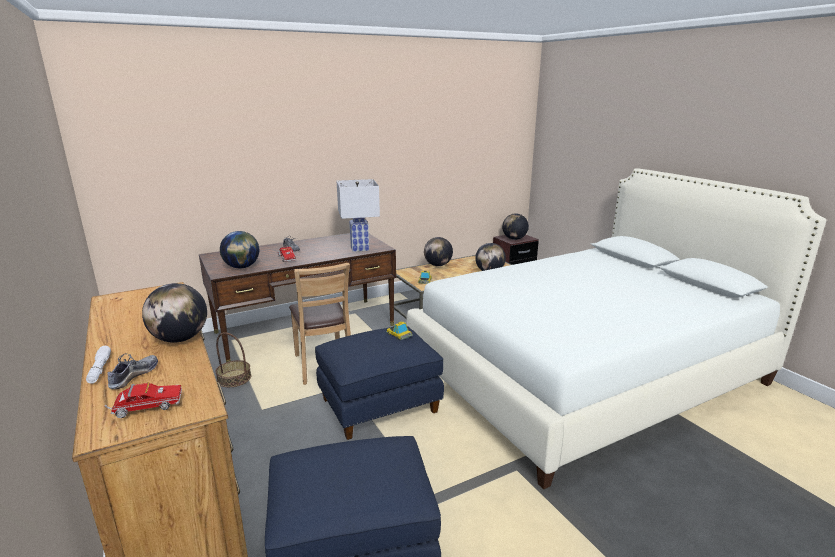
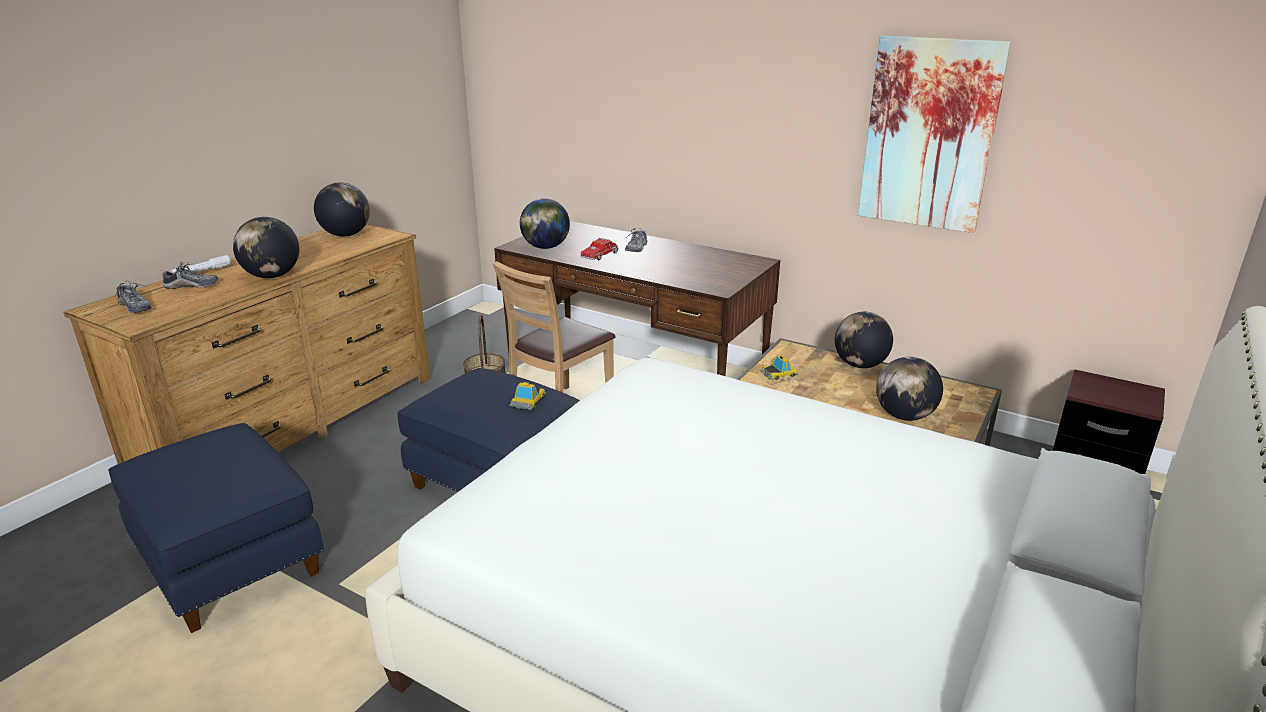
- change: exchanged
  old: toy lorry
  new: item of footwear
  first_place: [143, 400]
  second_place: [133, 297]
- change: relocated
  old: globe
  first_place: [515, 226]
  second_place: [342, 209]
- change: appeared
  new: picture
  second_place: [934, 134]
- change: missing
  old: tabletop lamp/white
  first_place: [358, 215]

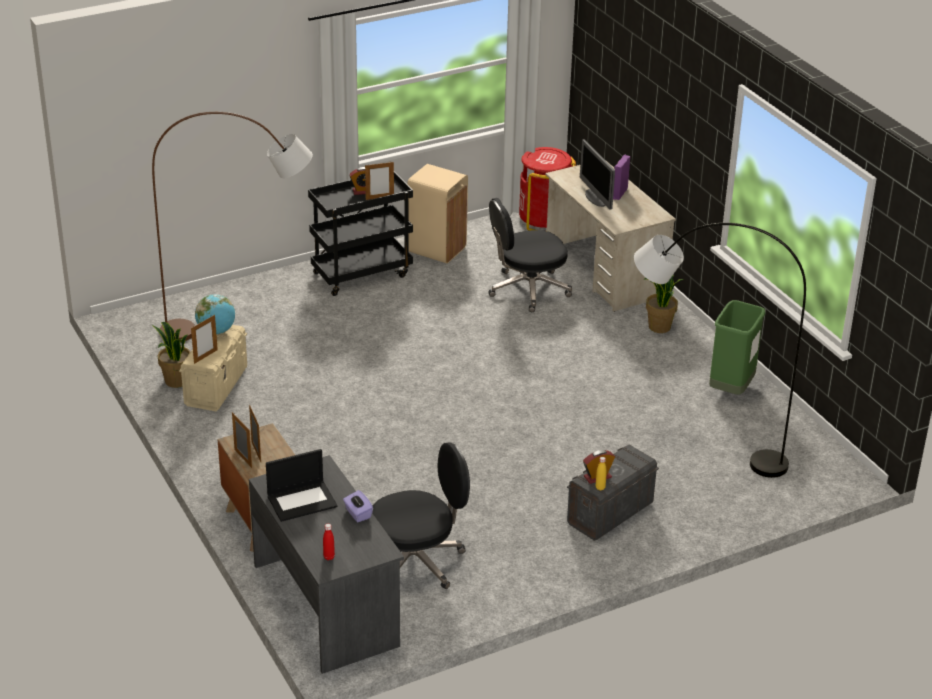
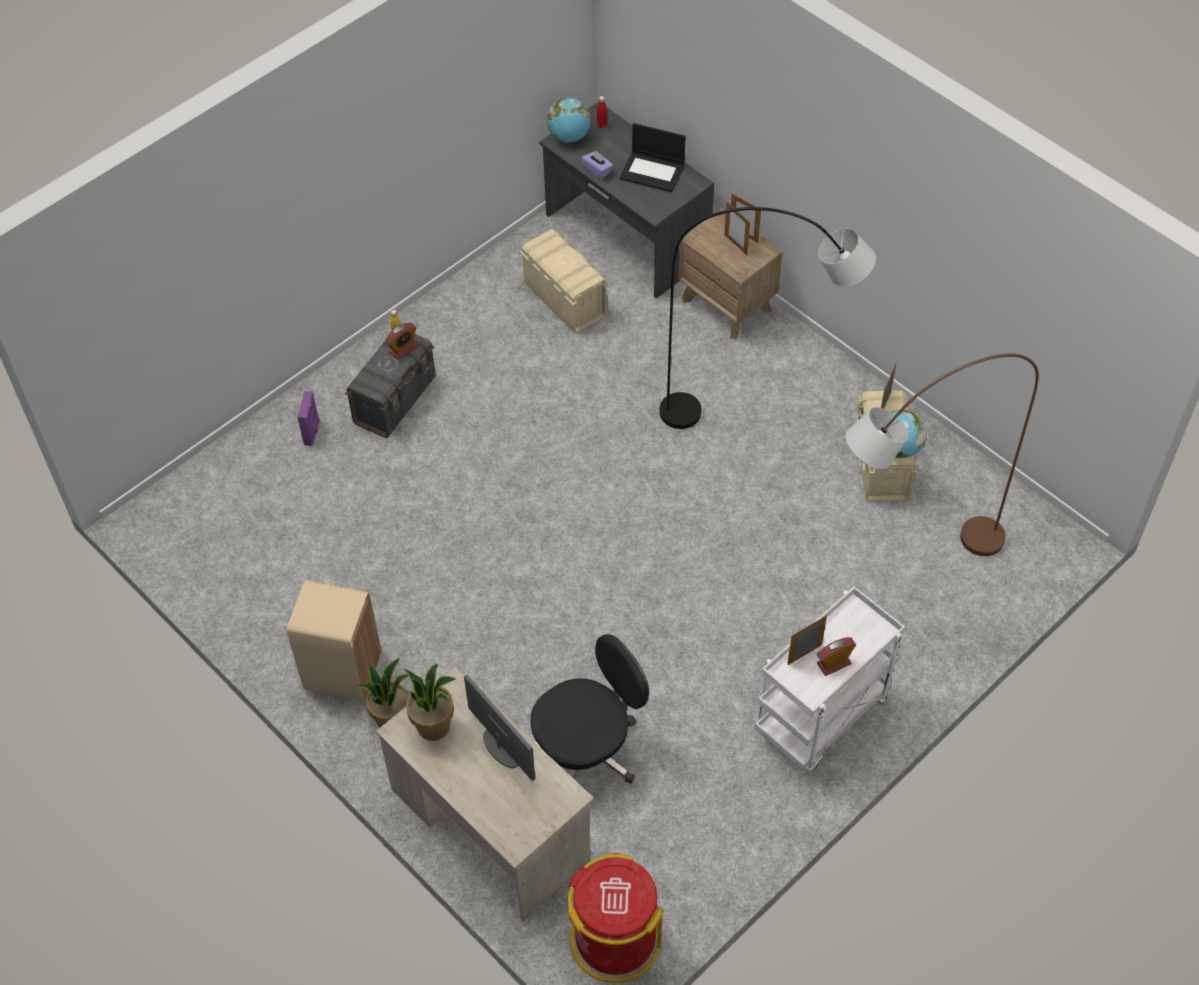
- change: relocated
  old: rubbish bin/sand-coloured
  first_place: [437, 213]
  second_place: [334, 640]
- change: relocated
  old: loudspeaker/purple
  first_place: [621, 177]
  second_place: [308, 418]
- change: relocated
  old: plant in a pot
  first_place: [171, 355]
  second_place: [430, 702]
- change: exchanged
  old: computer chair/blackish
  new: storage container/sand-coloured
  first_place: [421, 515]
  second_place: [564, 281]
- change: appeared
  new: globe
  second_place: [569, 120]
- change: spun
  old: notebook computer
  first_place: [301, 485]
  second_place: [652, 157]
  degrees: -120
- change: relocated
  old: standard lamp/greyish
  first_place: [720, 350]
  second_place: [768, 318]
- change: colour
  old: trolley/blackish
  new: trolley/white
  first_place: [360, 233]
  second_place: [830, 679]
- change: missing
  old: rubbish bin/green
  first_place: [737, 347]

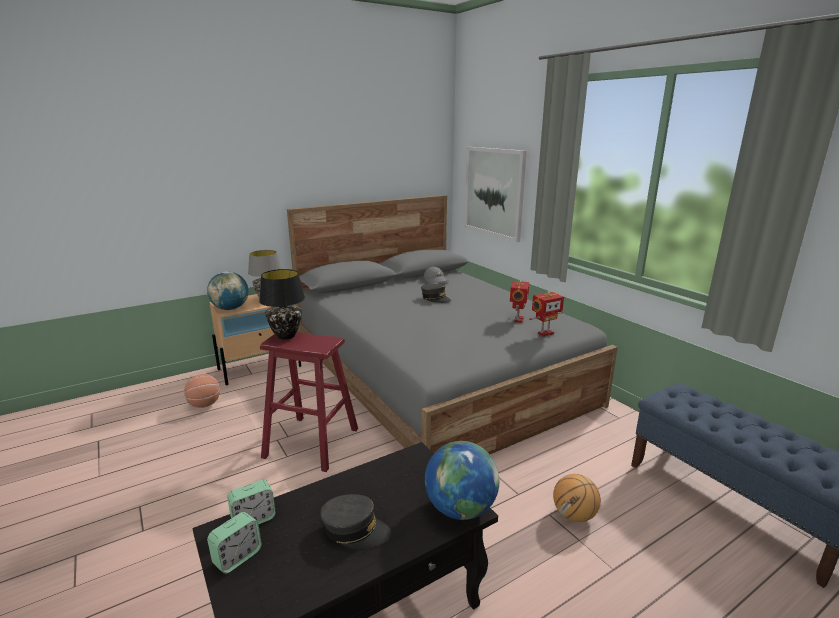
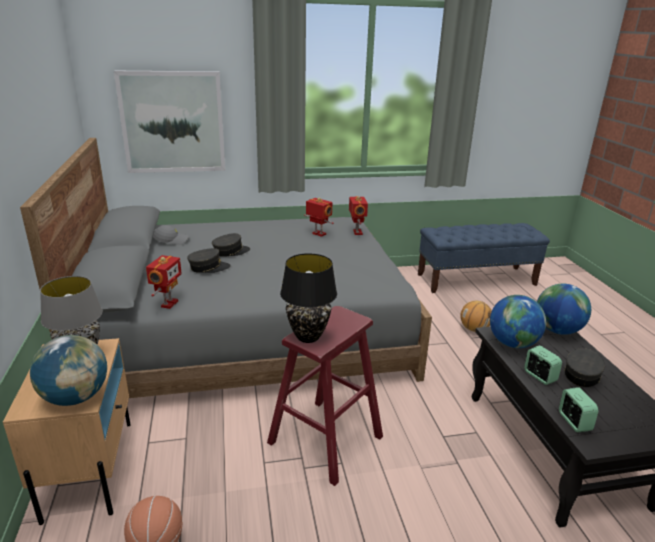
- change: appeared
  new: toy robot
  second_place: [164, 282]
- change: appeared
  new: baseball cap/greyish
  second_place: [208, 260]
- change: appeared
  new: globe
  second_place: [518, 321]
- change: relocated
  old: alarm clock
  first_place: [234, 543]
  second_place: [543, 365]

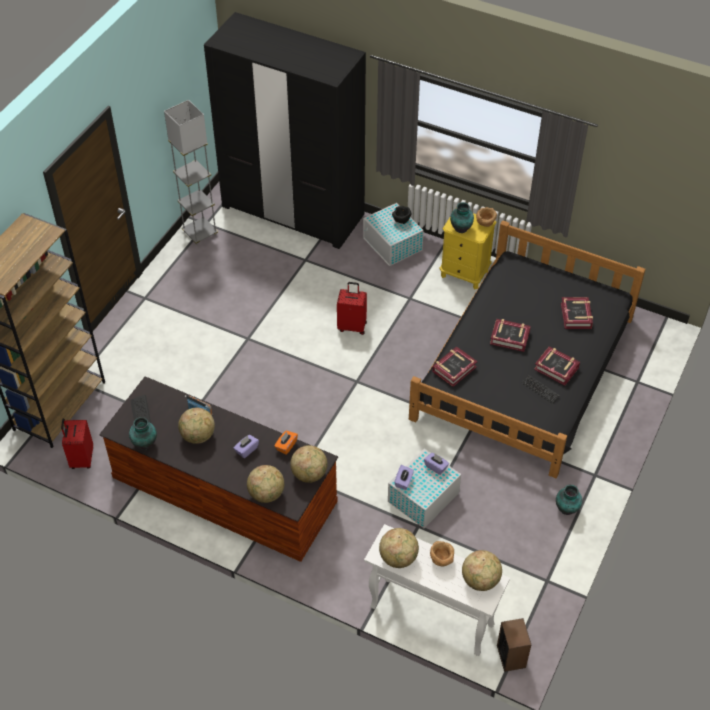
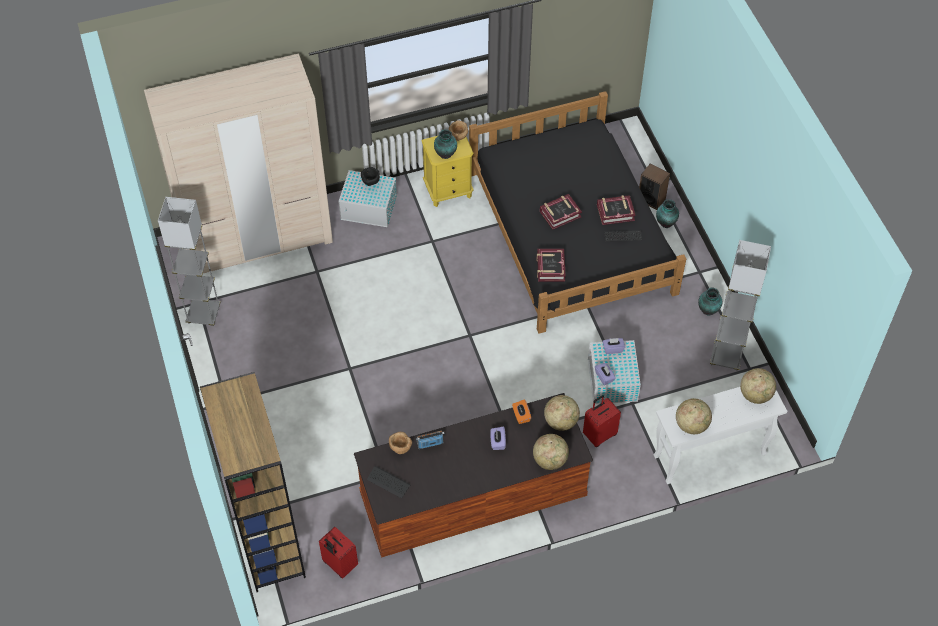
- change: colour
  old: clothes cupboard/blackish
  new: clothes cupboard/sand-coloured
  first_place: [285, 130]
  second_place: [238, 163]
- change: relocated
  old: bowl/brown-coloured
  first_place: [442, 553]
  second_place: [400, 443]
- change: relocated
  old: travel case/reddish
  first_place: [352, 308]
  second_place: [602, 421]
- change: relocated
  old: loudspeaker
  first_place: [514, 645]
  second_place: [654, 186]
- change: relocated
  old: flower vase
  first_place: [143, 433]
  second_place: [667, 213]
- change: appeared
  new: standard lamp/greyish
  second_place: [740, 305]
- change: missing
  old: globe
  first_place: [196, 425]
- change: missing
  old: volume
  first_place: [577, 313]

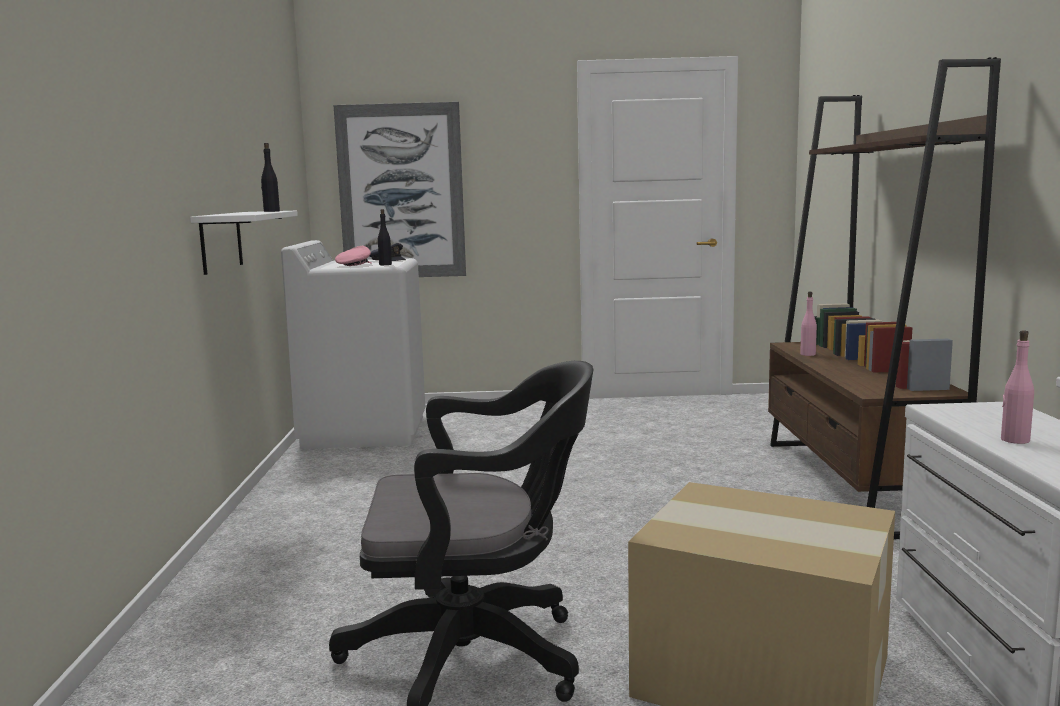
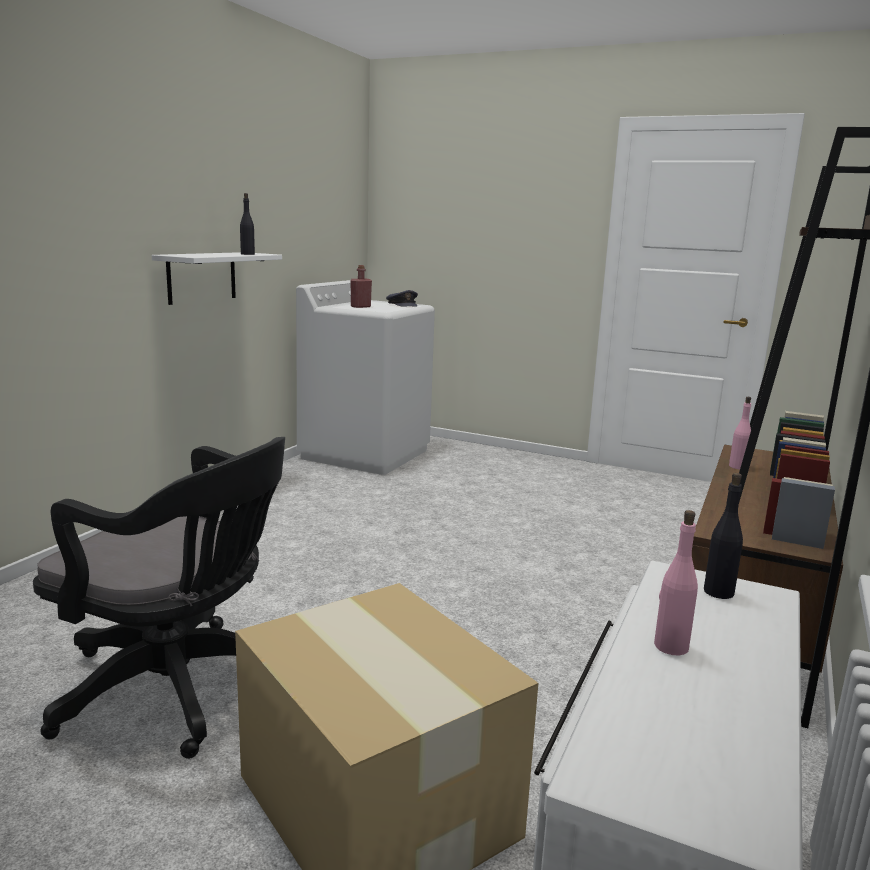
- change: exchanged
  old: baseball cap/pinkish
  new: bottle/reddish
  first_place: [353, 256]
  second_place: [361, 286]
- change: relocated
  old: bottle/blackish
  first_place: [385, 237]
  second_place: [723, 536]
- change: missing
  old: picture
  first_place: [399, 189]

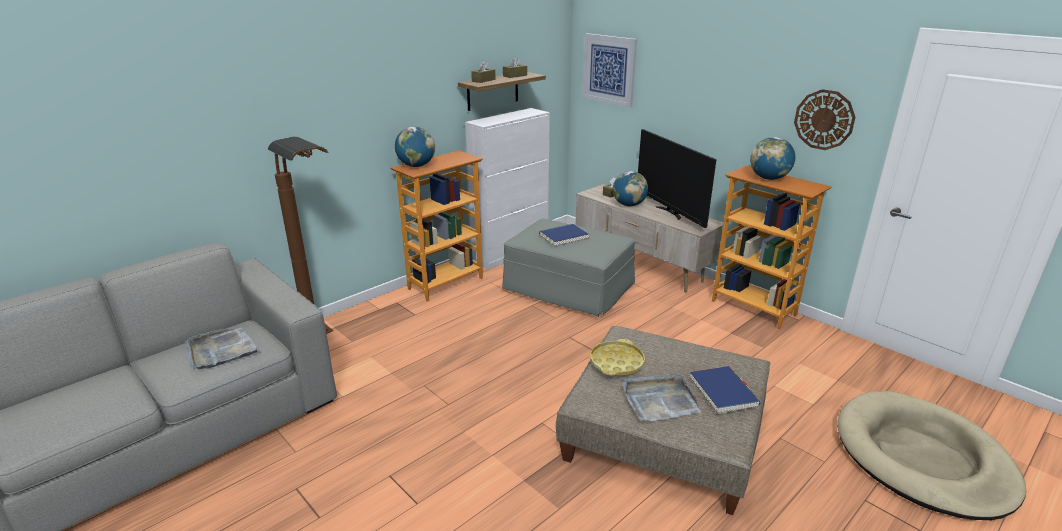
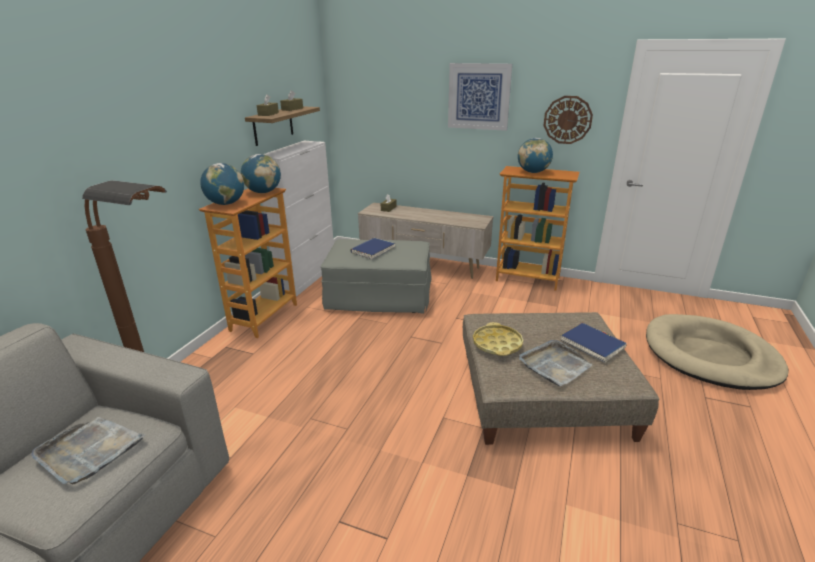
- change: relocated
  old: globe
  first_place: [630, 188]
  second_place: [261, 173]
- change: relocated
  old: picture
  first_place: [610, 70]
  second_place: [480, 97]
- change: missing
  old: TV
  first_place: [677, 178]

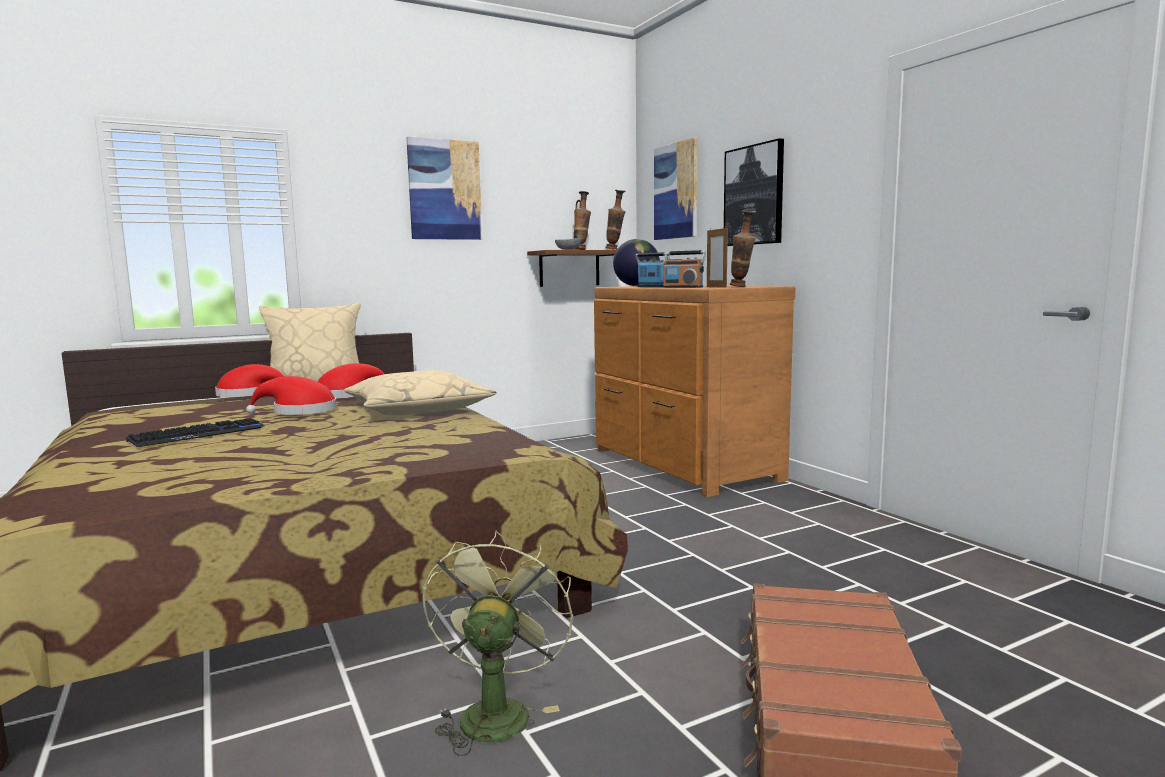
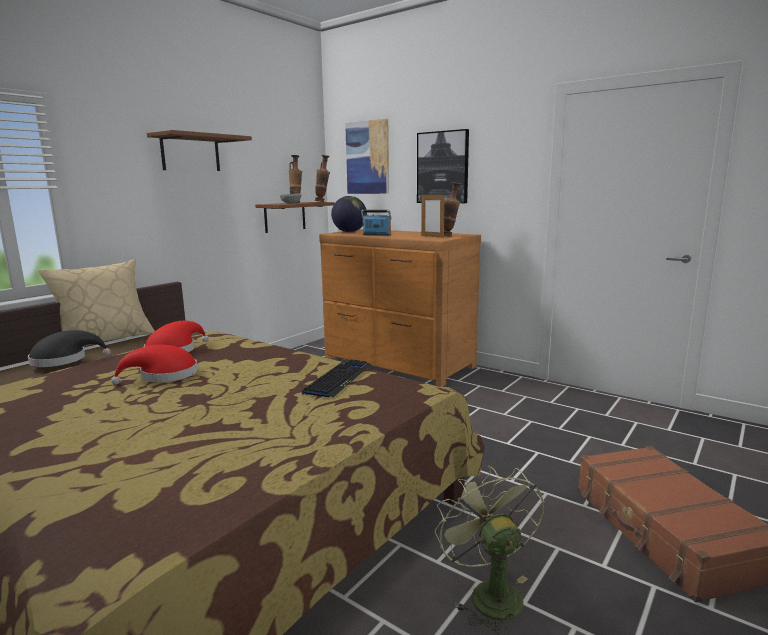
- change: colour
  old: clothing hat/reddish
  new: clothing hat/blackish
  first_place: [250, 380]
  second_place: [69, 348]
- change: exchanged
  old: picture
  new: bracket shelf/brown-coloured
  first_place: [444, 188]
  second_place: [199, 150]
- change: relocated
  old: PC keyboard
  first_place: [195, 432]
  second_place: [336, 378]
- change: missing
  old: throw pillow/sand-coloured
  first_place: [420, 392]
- change: missing
  old: radio receiver
  first_place: [684, 269]

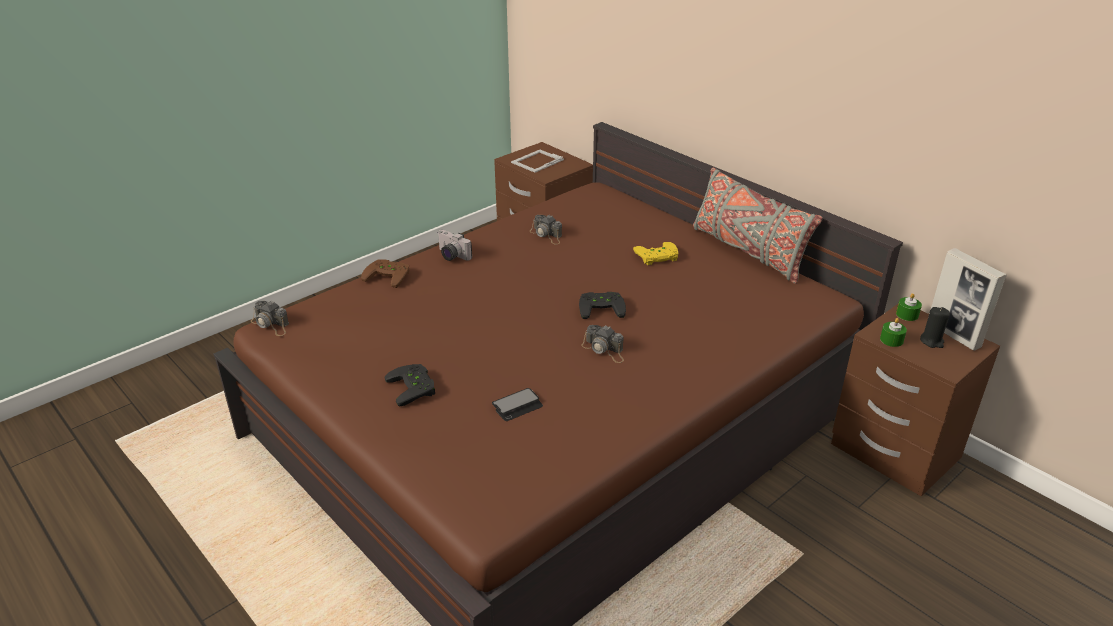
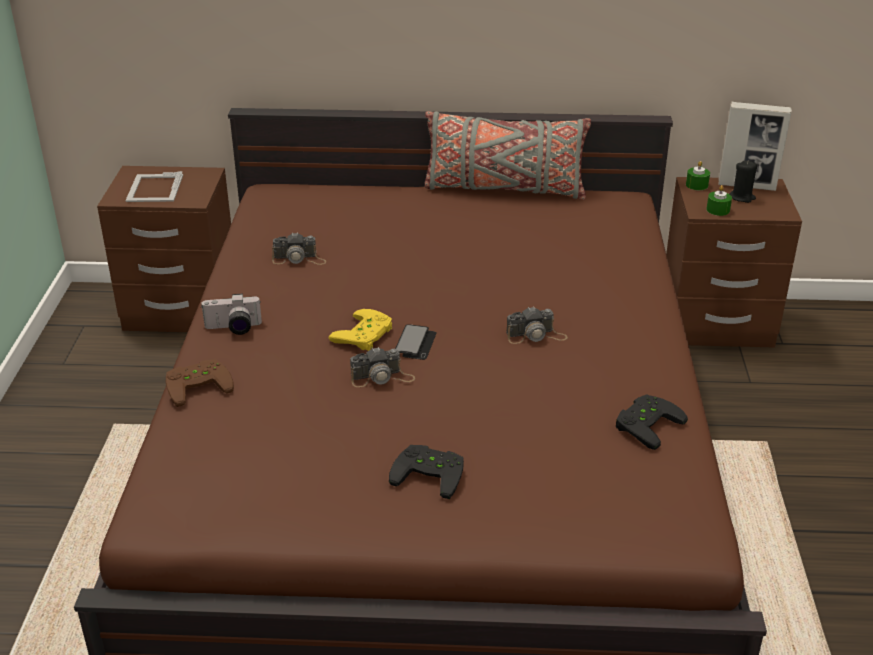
- change: relocated
  old: joypad/yellow-coloured
  first_place: [655, 253]
  second_place: [360, 330]
- change: relocated
  old: photo camera
  first_place: [270, 318]
  second_place: [382, 367]
- change: relocated
  old: handset
  first_place: [517, 404]
  second_place: [416, 342]
- change: relocated
  old: joypad/blackish
  first_place: [602, 305]
  second_place: [652, 422]

